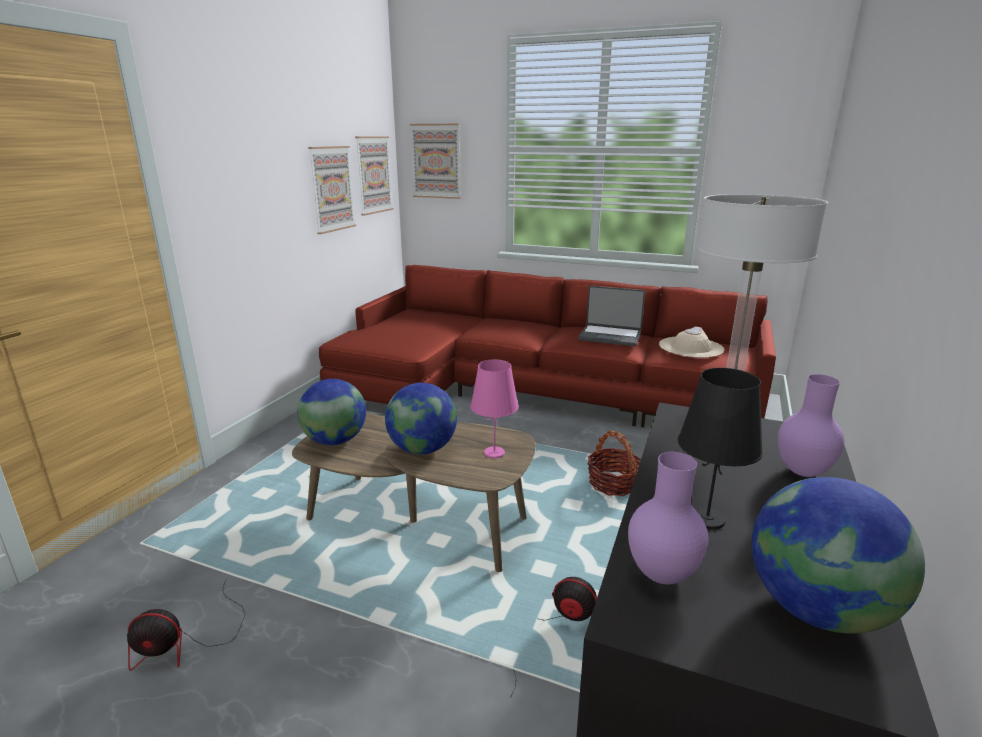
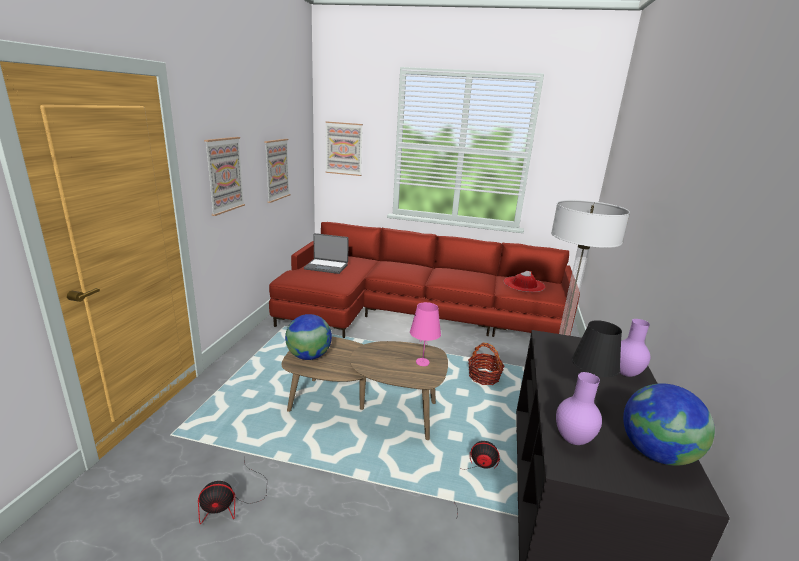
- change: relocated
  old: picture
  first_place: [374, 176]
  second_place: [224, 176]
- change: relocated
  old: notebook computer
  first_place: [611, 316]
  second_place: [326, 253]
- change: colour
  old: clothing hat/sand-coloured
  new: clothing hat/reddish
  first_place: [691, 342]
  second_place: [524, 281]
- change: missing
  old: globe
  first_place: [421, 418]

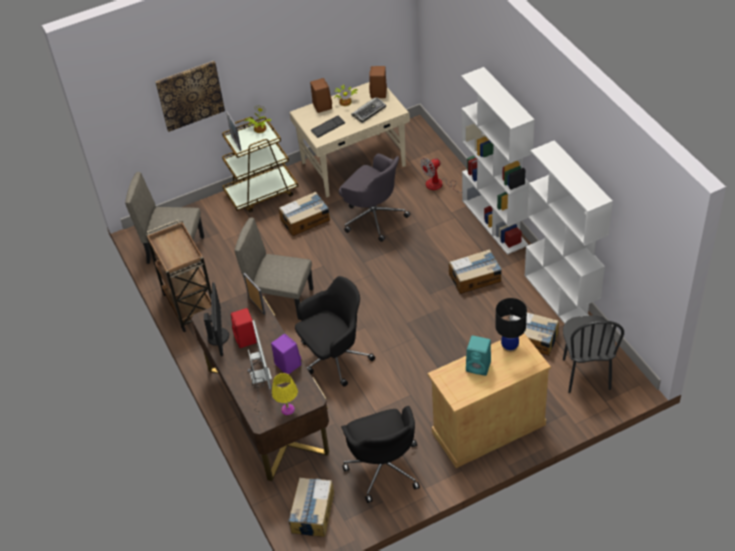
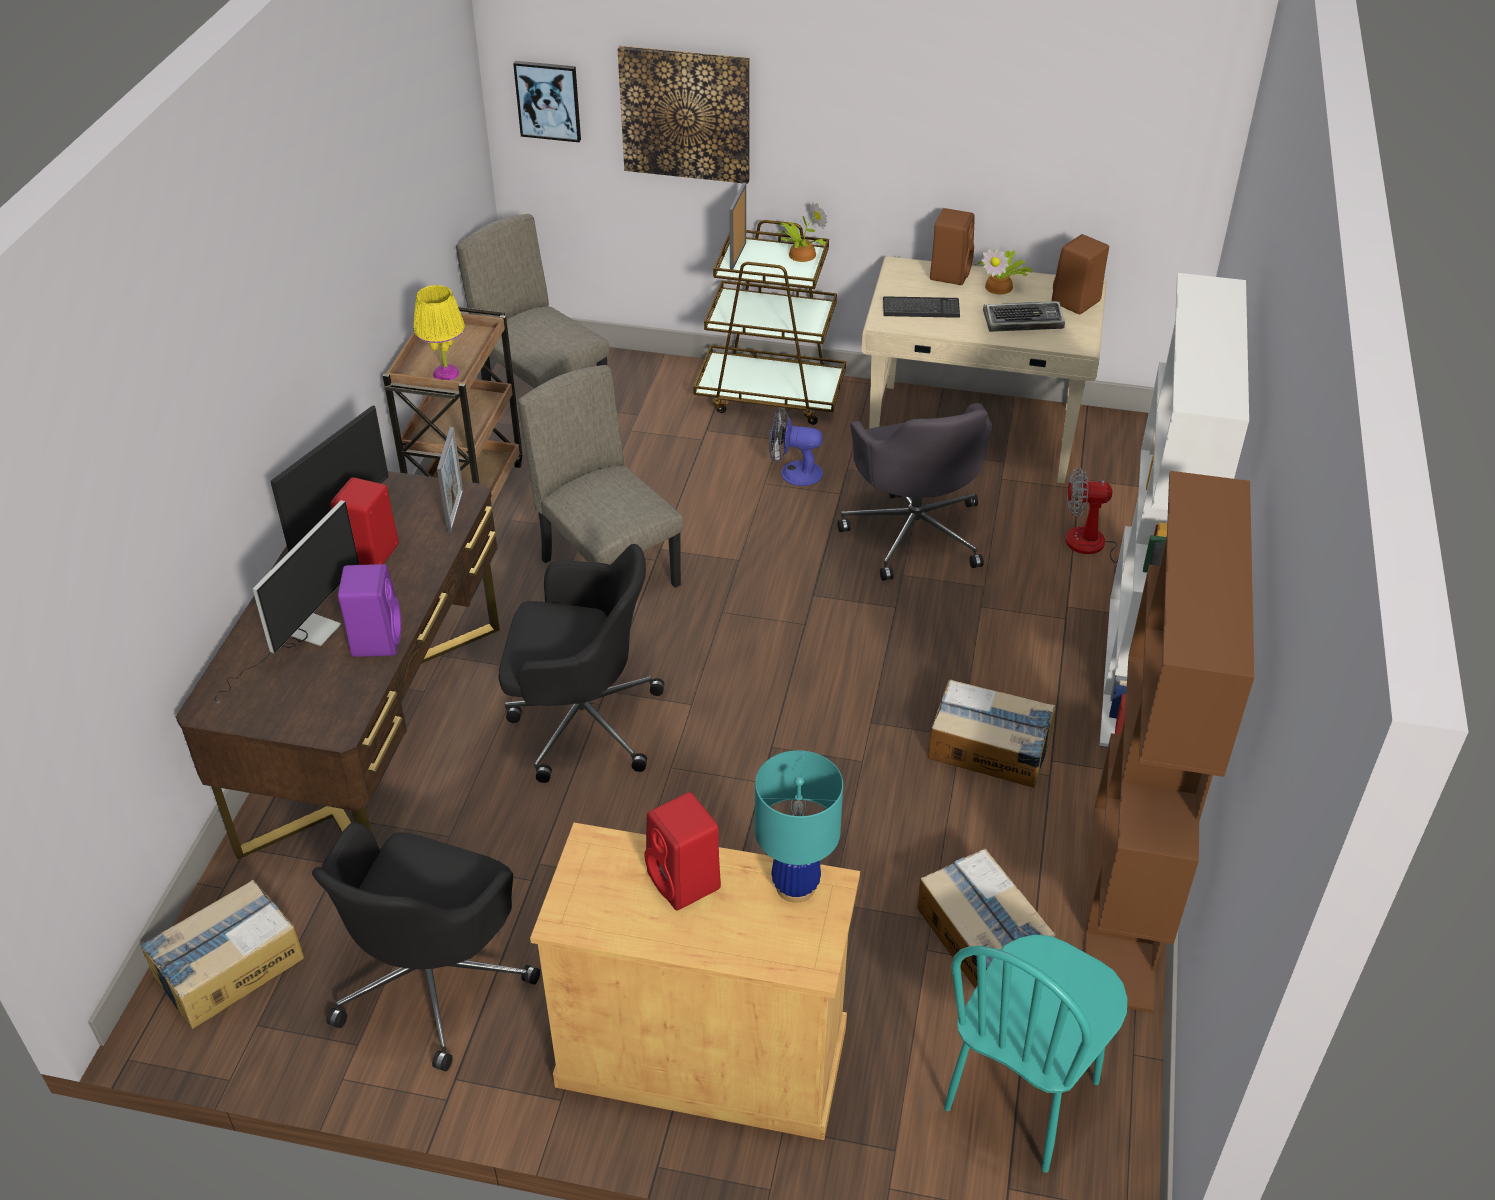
- change: relocated
  old: tabletop lamp/yellow-coloured
  first_place: [285, 394]
  second_place: [439, 332]
- change: appeared
  new: picture
  second_place: [547, 101]
- change: colour
  old: loudspeaker/blue-green
  new: loudspeaker/reddish
  first_place: [478, 356]
  second_place: [682, 851]
- change: colour
  old: tabletop lamp/blackish
  new: tabletop lamp/blue-green
  first_place: [511, 325]
  second_place: [799, 826]
- change: exchanged
  old: cardboard box
  new: electric fan
  first_place: [304, 214]
  second_place: [796, 446]
- change: colour
  old: chair/blackish
  new: chair/blue-green
  first_place: [593, 354]
  second_place: [1036, 1054]
- change: colour
  old: shelving unit/white
  new: shelving unit/brown-coloured
  first_place: [569, 232]
  second_place: [1169, 742]

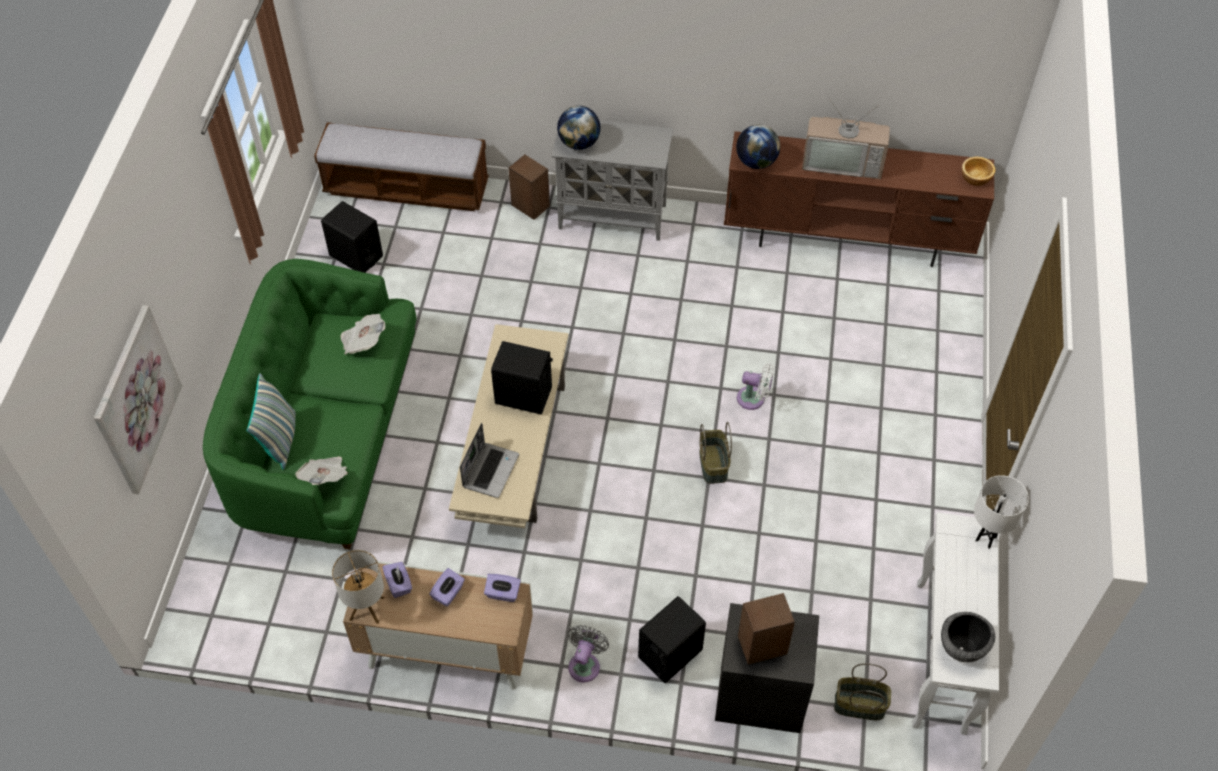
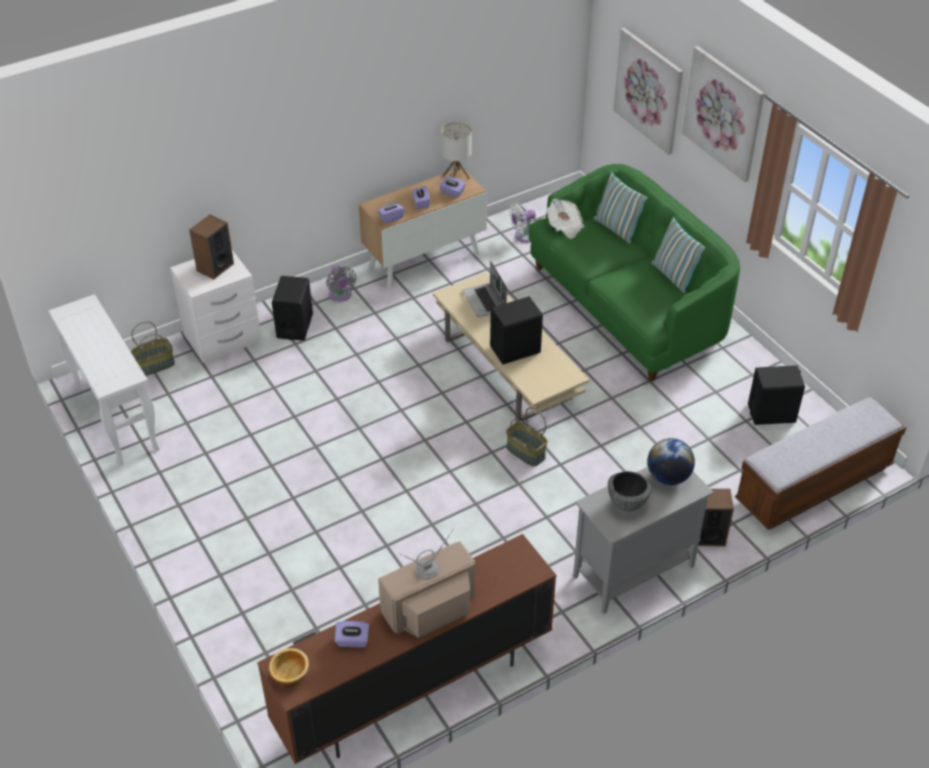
- change: colour
  old: nightstand/blackish
  new: nightstand/white
  first_place: [767, 668]
  second_place: [215, 306]
- change: appeared
  new: tissue box/purple
  second_place: [352, 634]
- change: relocated
  old: basket
  first_place: [715, 453]
  second_place: [527, 436]
- change: relocated
  old: electric fan/white
  first_place: [755, 386]
  second_place: [522, 223]
- change: relocated
  old: bowl
  first_place: [968, 637]
  second_place: [630, 491]
- change: appeared
  new: throw pillow
  second_place: [679, 255]
- change: appeared
  new: picture
  second_place: [723, 114]
- change: missing
  old: printed paper
  first_place: [362, 334]
- change: missing
  old: globe
  first_place: [758, 146]
- change: missing
  old: tabletop lamp/white
  first_place: [1001, 512]

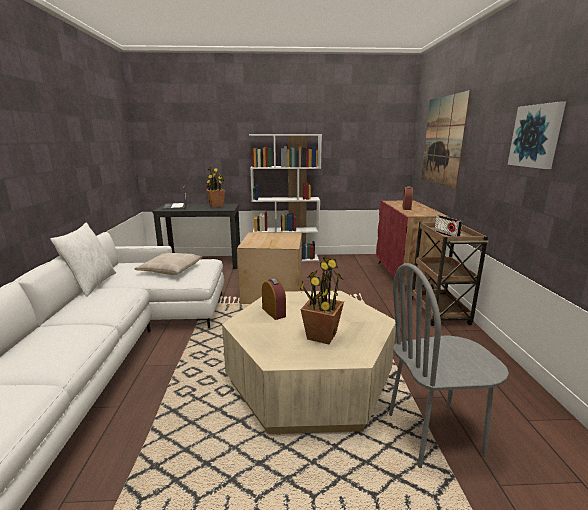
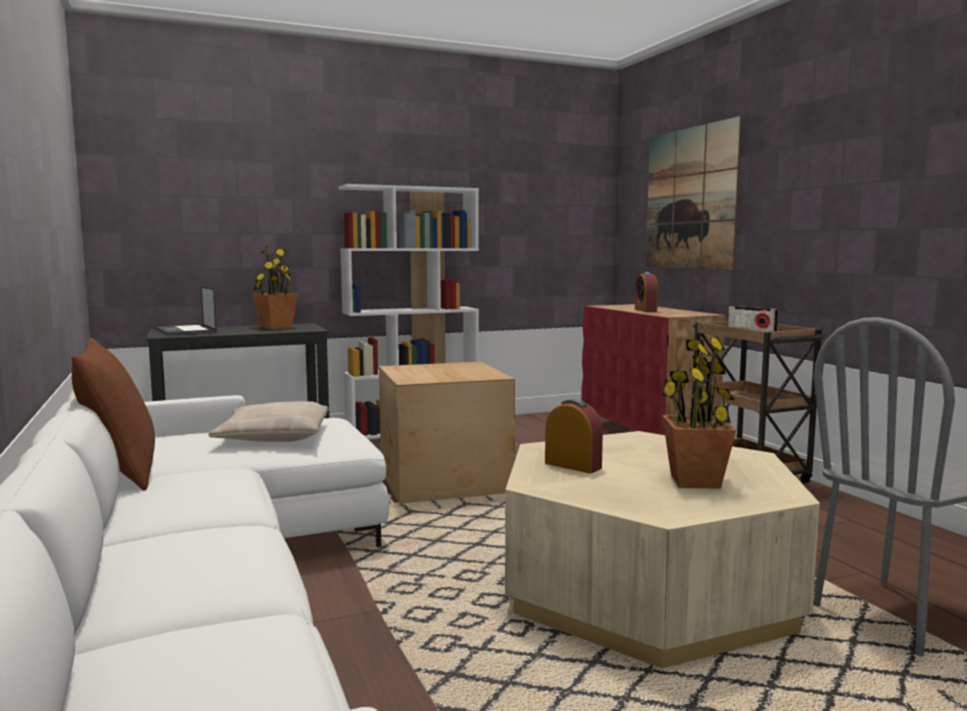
- change: colour
  old: throw pillow/white
  new: throw pillow/brown-coloured
  first_place: [83, 260]
  second_place: [113, 414]
- change: missing
  old: picture
  first_place: [537, 135]

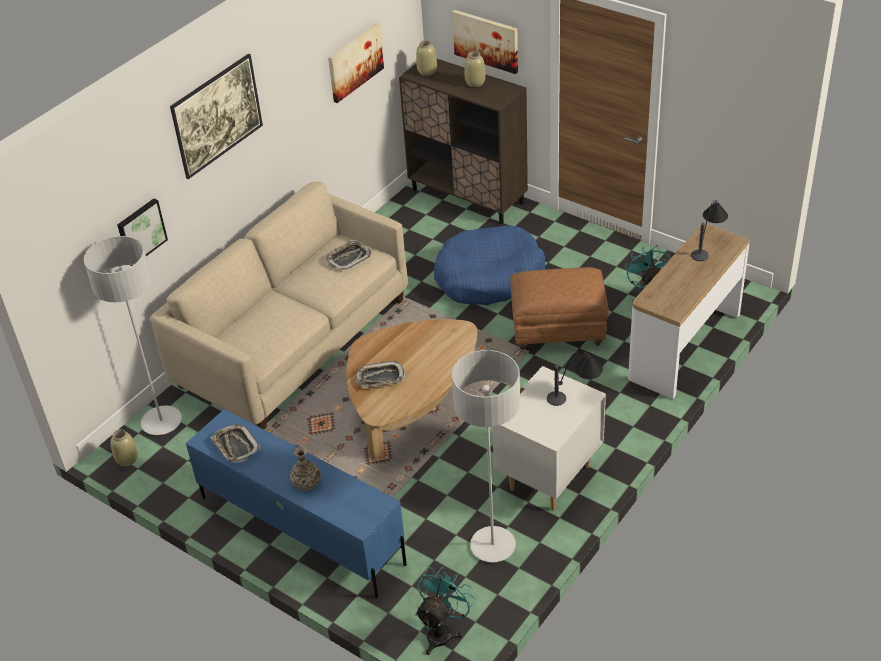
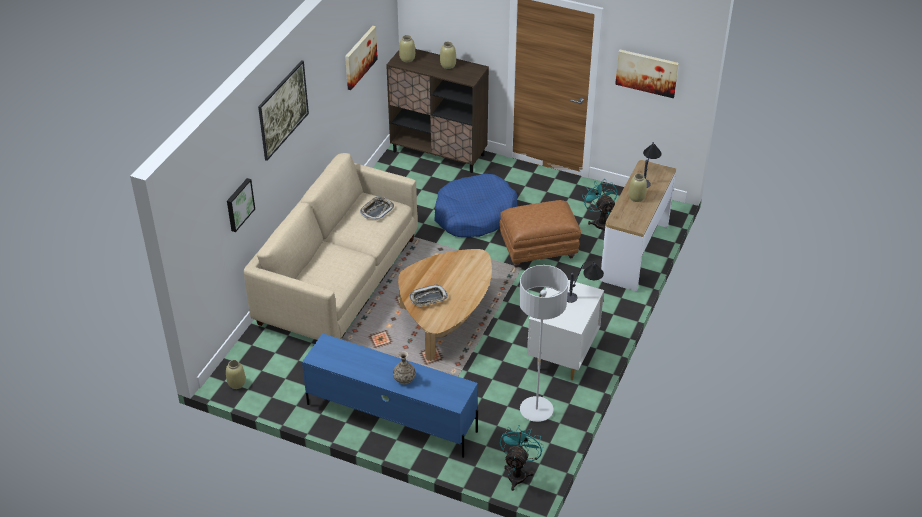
- change: relocated
  old: picture
  first_place: [485, 42]
  second_place: [647, 74]
- change: appeared
  new: flower vase/sand-coloured
  second_place: [638, 187]
- change: missing
  old: standard lamp/greyish
  first_place: [133, 335]
- change: missing
  old: carrying tray
  first_place: [235, 443]

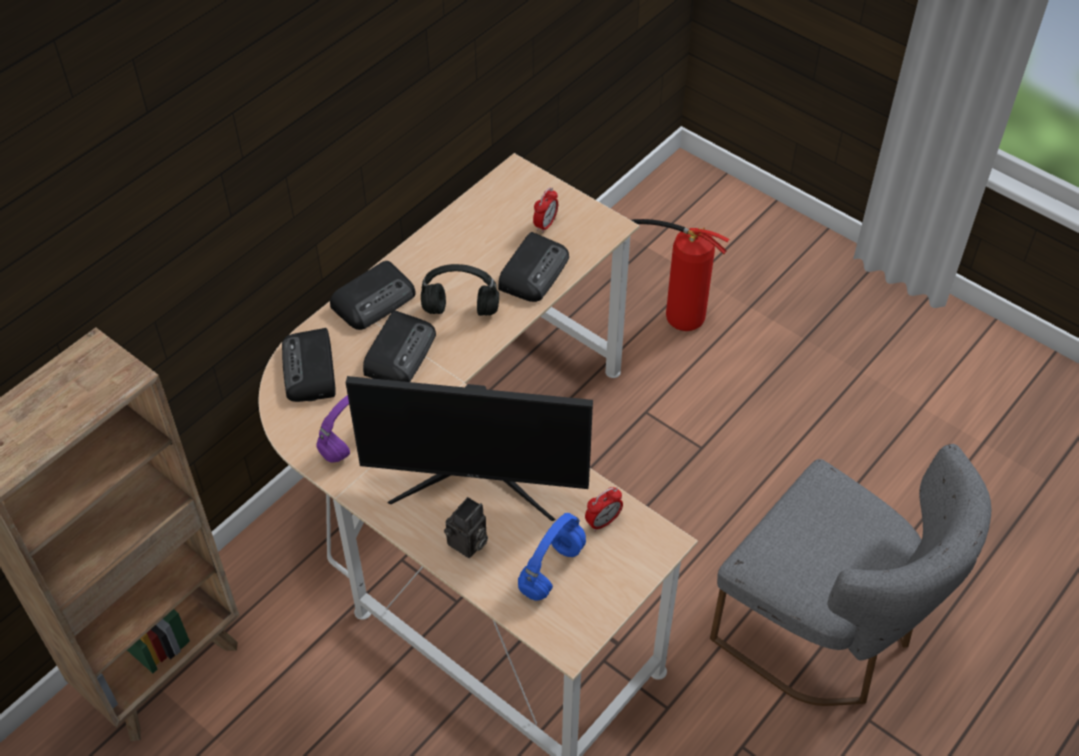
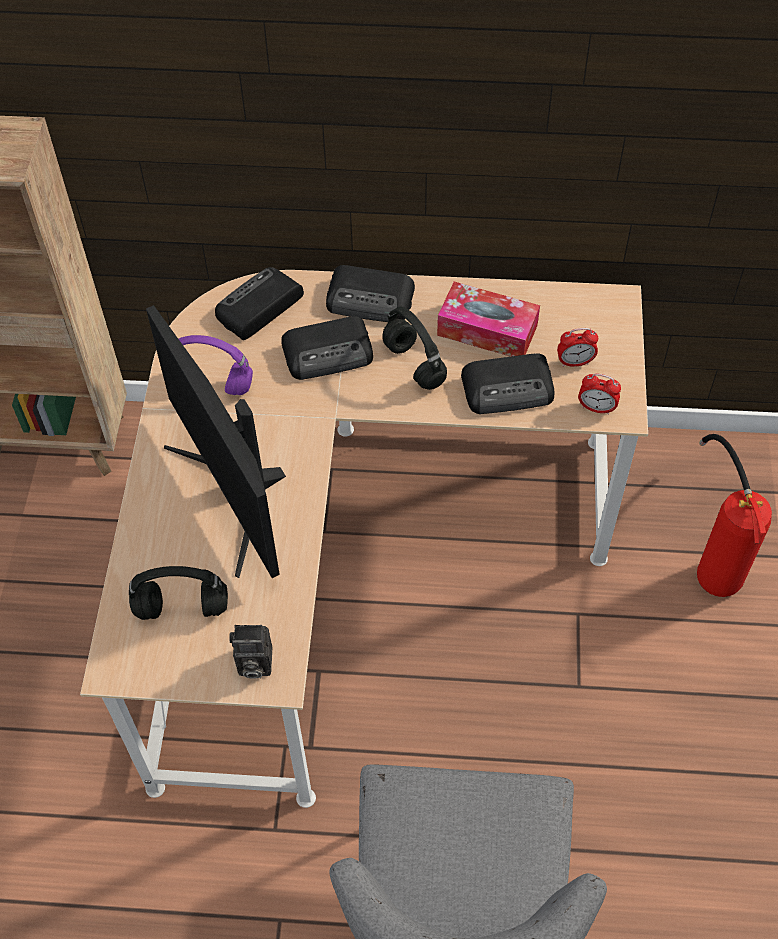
- change: colour
  old: headphones/blue-coloured
  new: headphones/blackish
  first_place: [552, 557]
  second_place: [178, 593]
- change: relocated
  old: photo camera
  first_place: [466, 527]
  second_place: [250, 652]
- change: appeared
  new: tissue box
  second_place: [488, 319]
- change: relocated
  old: alarm clock
  first_place: [604, 509]
  second_place: [599, 394]

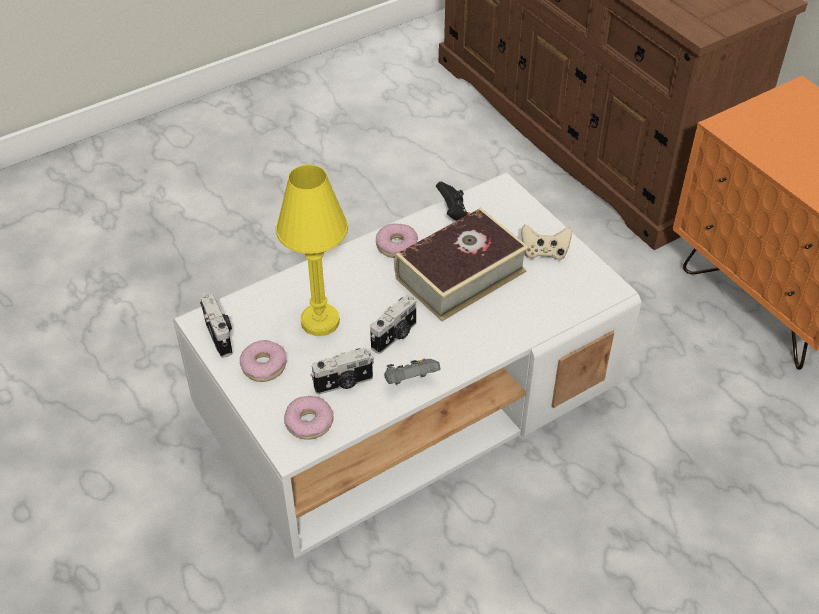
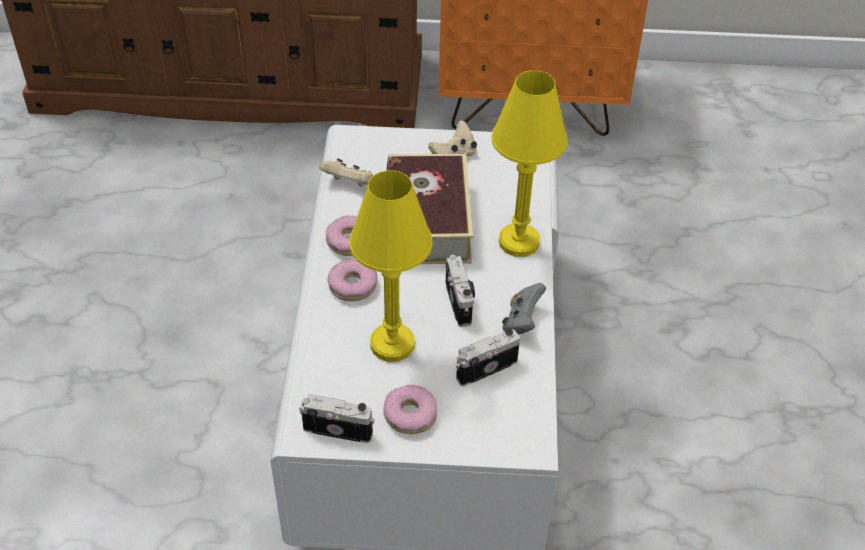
- change: colour
  old: joypad/blackish
  new: joypad/sand-coloured
  first_place: [453, 201]
  second_place: [346, 173]
- change: relocated
  old: ring doughnut
  first_place: [309, 418]
  second_place: [352, 280]
- change: spun
  old: photo camera
  first_place: [342, 371]
  second_place: [488, 357]
  degrees: -135
- change: appeared
  new: tabletop lamp/yellow-coloured
  second_place: [529, 163]

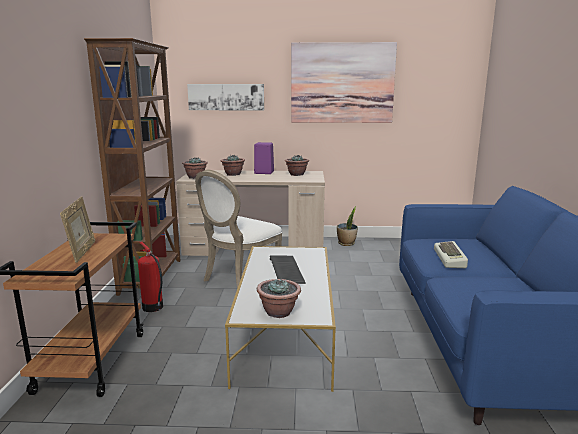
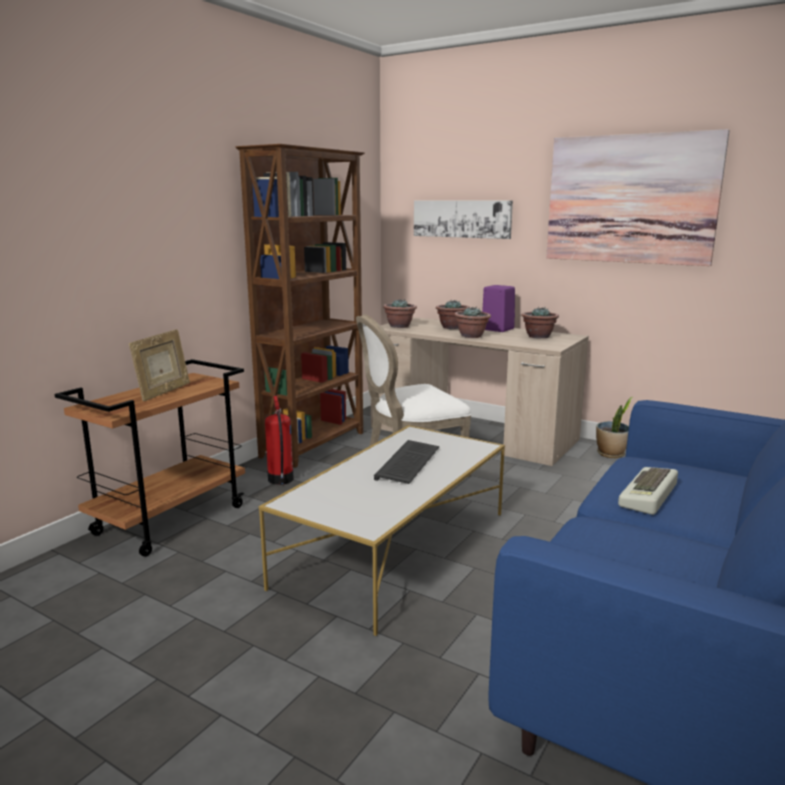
- change: relocated
  old: plant in a pot
  first_place: [279, 298]
  second_place: [472, 322]

